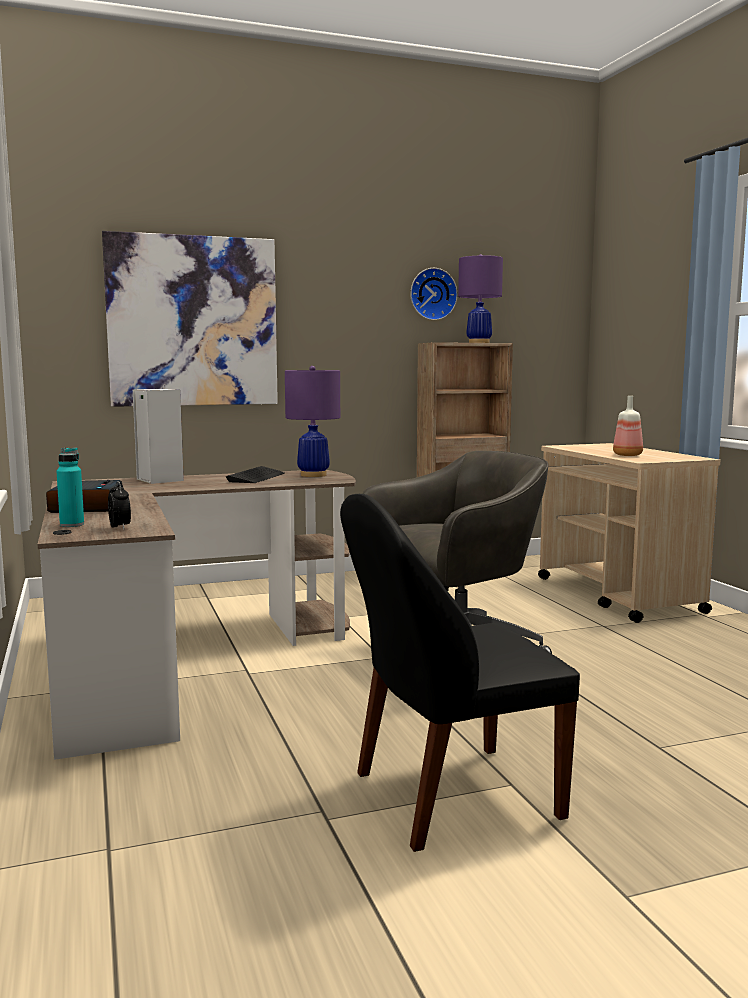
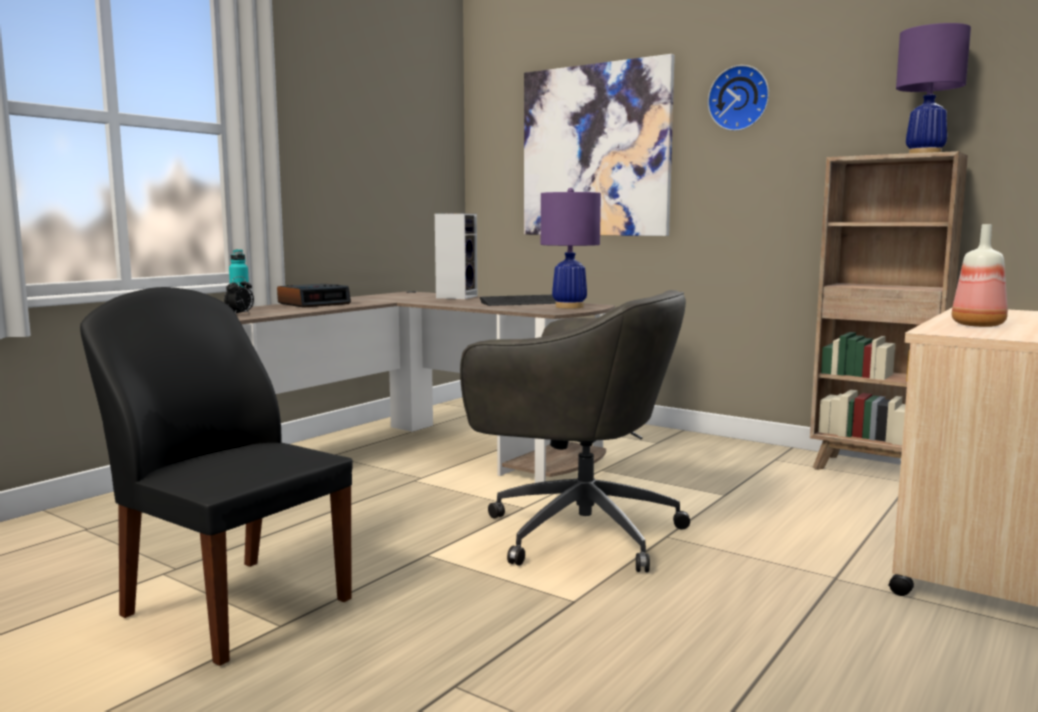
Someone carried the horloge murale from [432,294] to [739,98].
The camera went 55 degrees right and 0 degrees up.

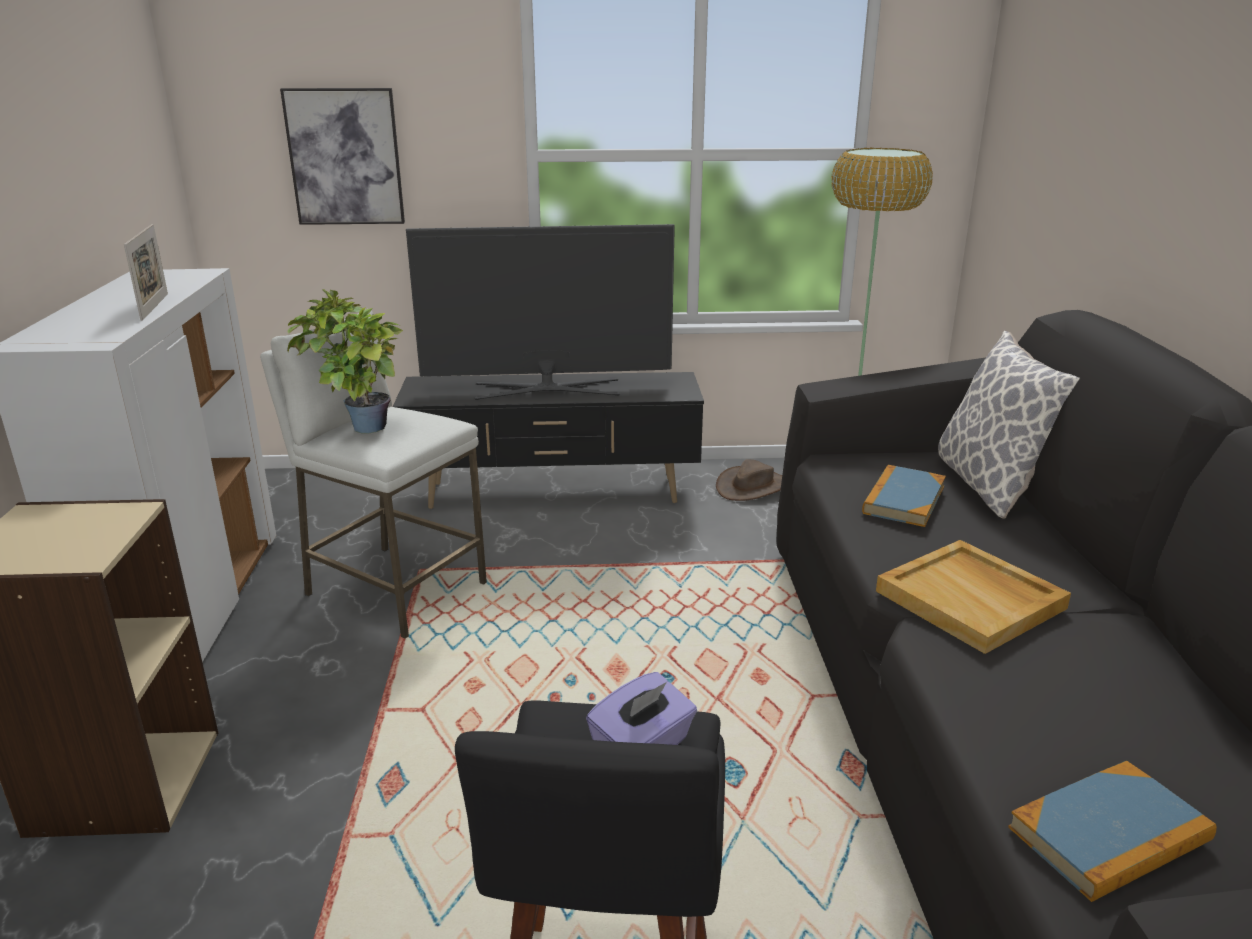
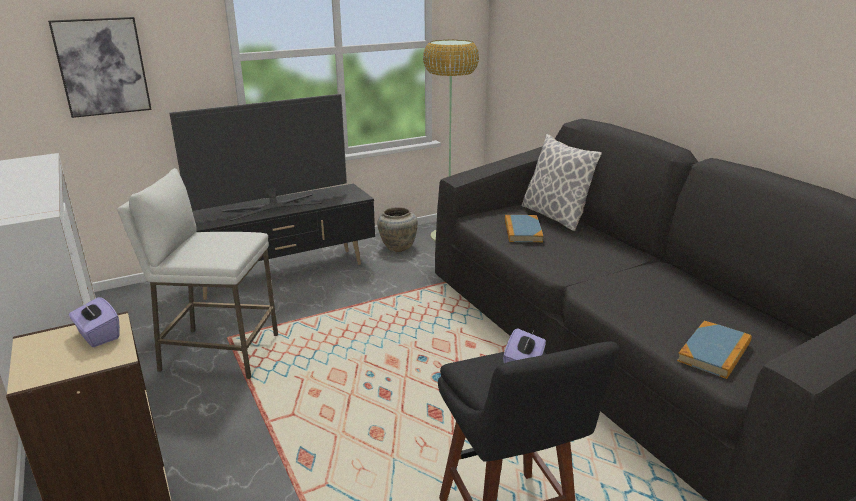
Someone took away the cadre photo at [154,307].
Someone took away the plante en pot at [359,429].
Someone swapped the chapeau [marron] at [752,486] for the vase [beige] at [398,247].
Someone took away the plateau [beige] at [972,600].
Someone put down the boîte à mouchoirs [violet] at [98,335].
The camera went 25 degrees left and 0 degrees up.

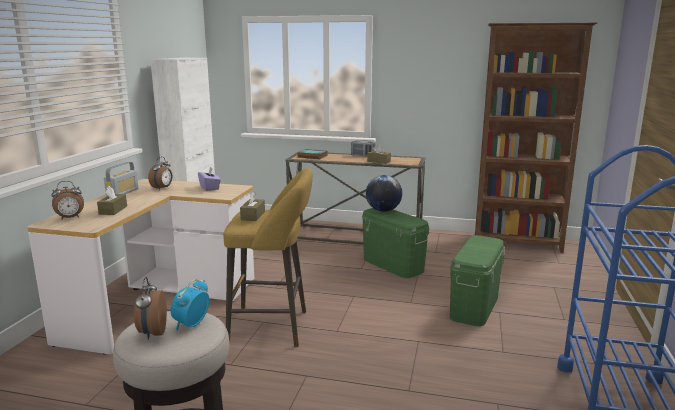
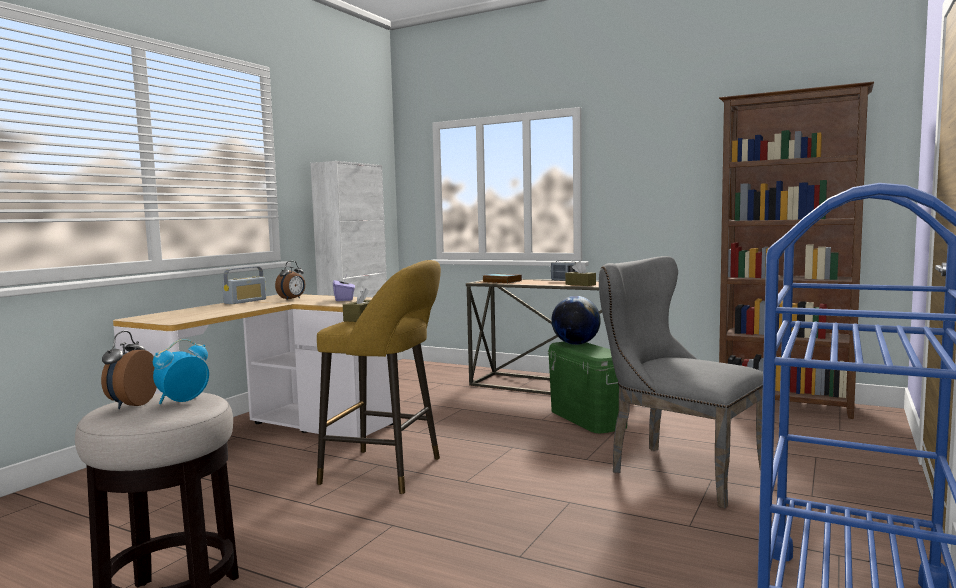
Someone took away the réveil at [70,218].
Someone took away the boîte à mouchoirs [marron] at [113,210].
Someone swapped the boîte de rangement [vert] at [474,306] for the chaise [gris] at [677,470].
The camera went 15 degrees right and 10 degrees down.

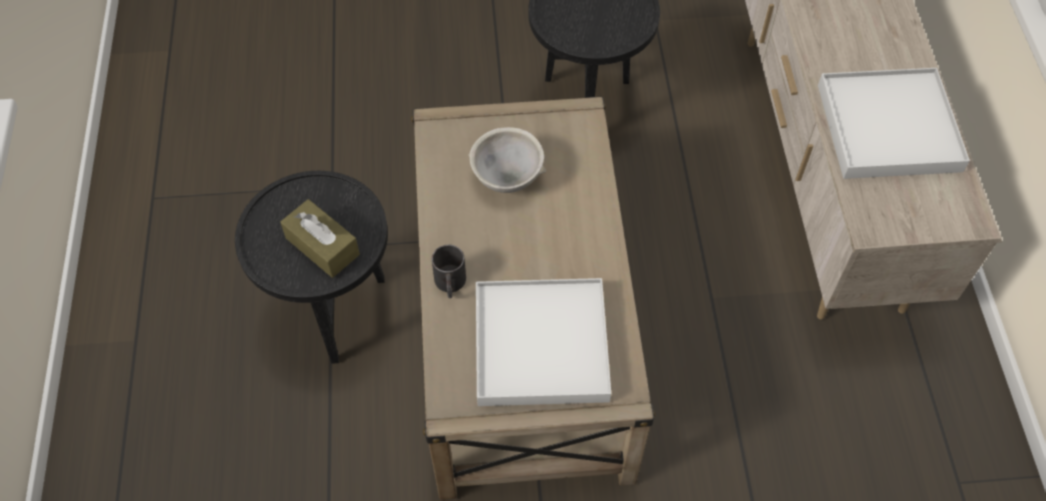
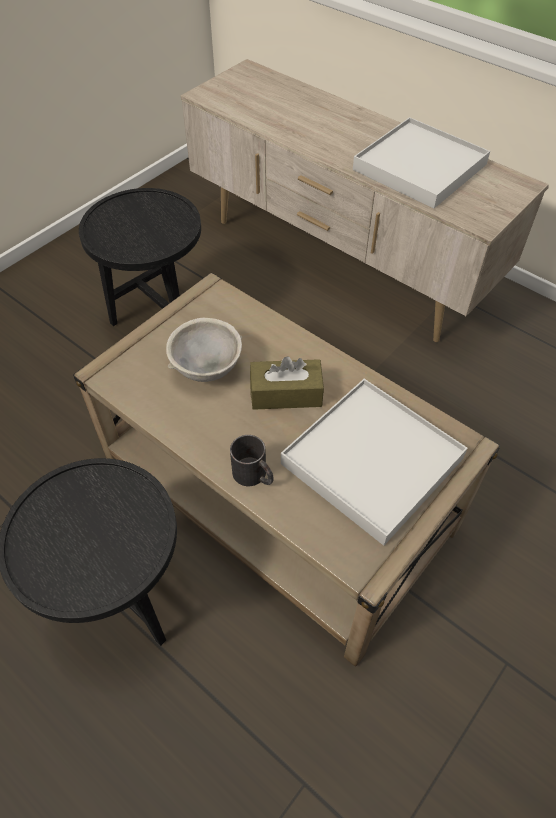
Someone carried the boîte à mouchoirs [marron] from [322,246] to [286,394].
The camera went 45 degrees left and 5 degrees down.

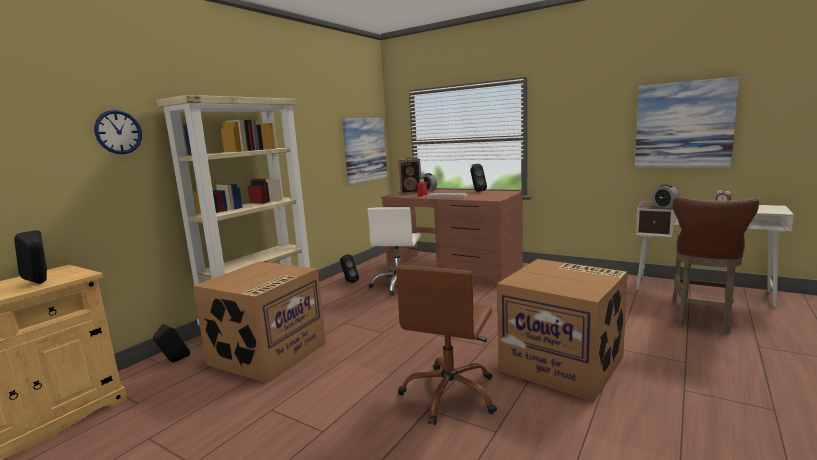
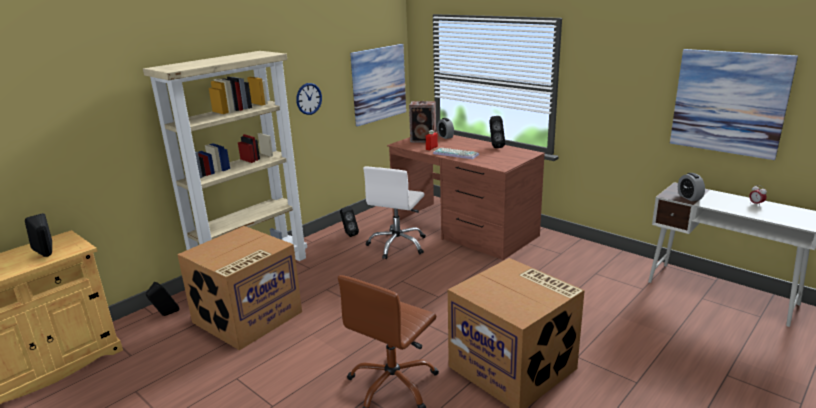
Someone carried the horloge murale from [118,132] to [309,98].
Someone took away the tabouret [marron] at [701,318].
The camera went 10 degrees right and 10 degrees up.

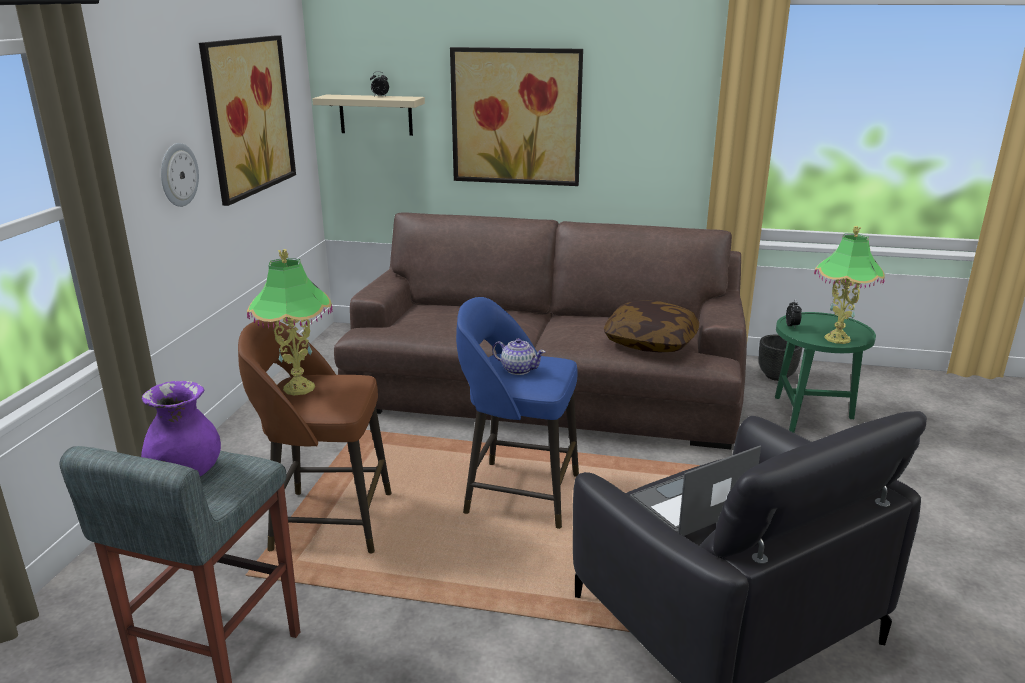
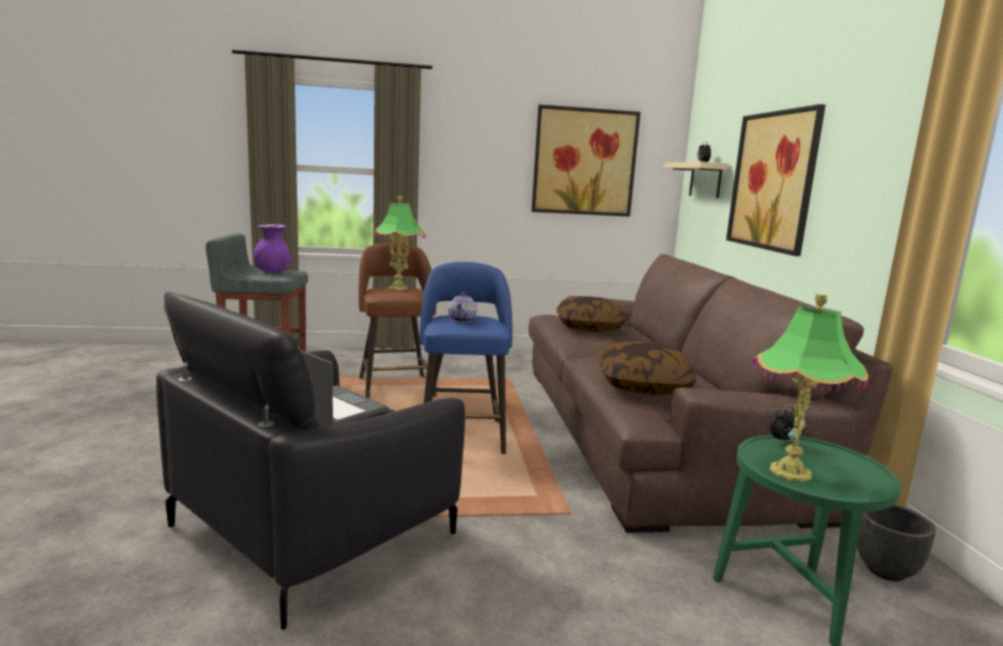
Someone took away the horloge murale at [178,174].
Someone put down the coussin at [589,327].
The camera went 70 degrees right and 10 degrees down.

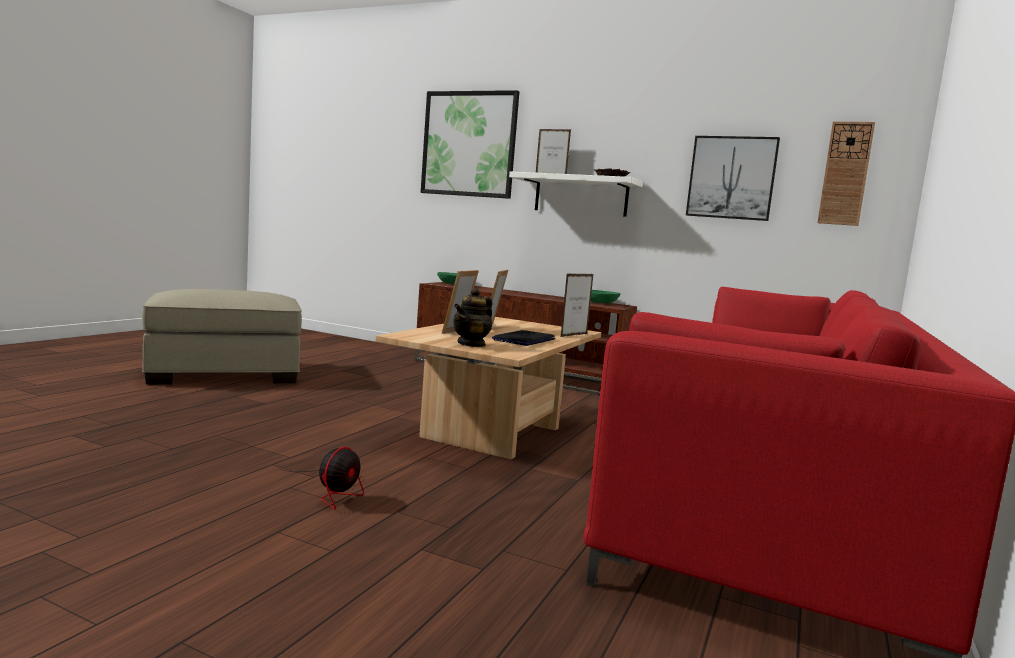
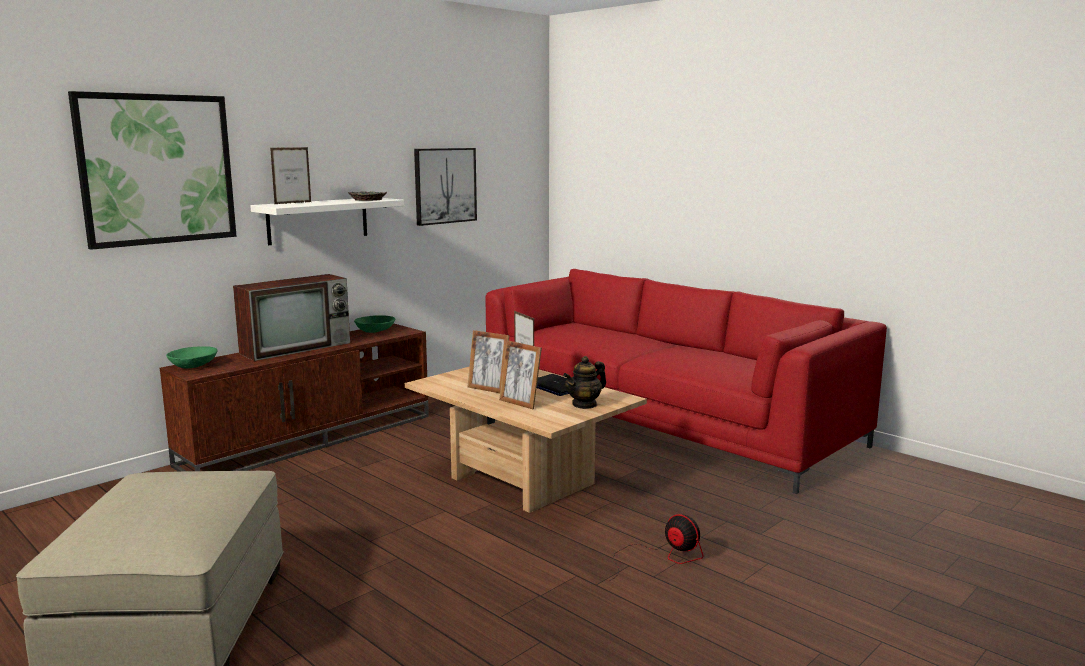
Someone took away the horloge murale at [845,174].
Someone rotated the théière at [471,344] by 90 degrees clockwise.
Someone put down the téléviseur at [297,347].
The camera went 70 degrees left and 5 degrees up.

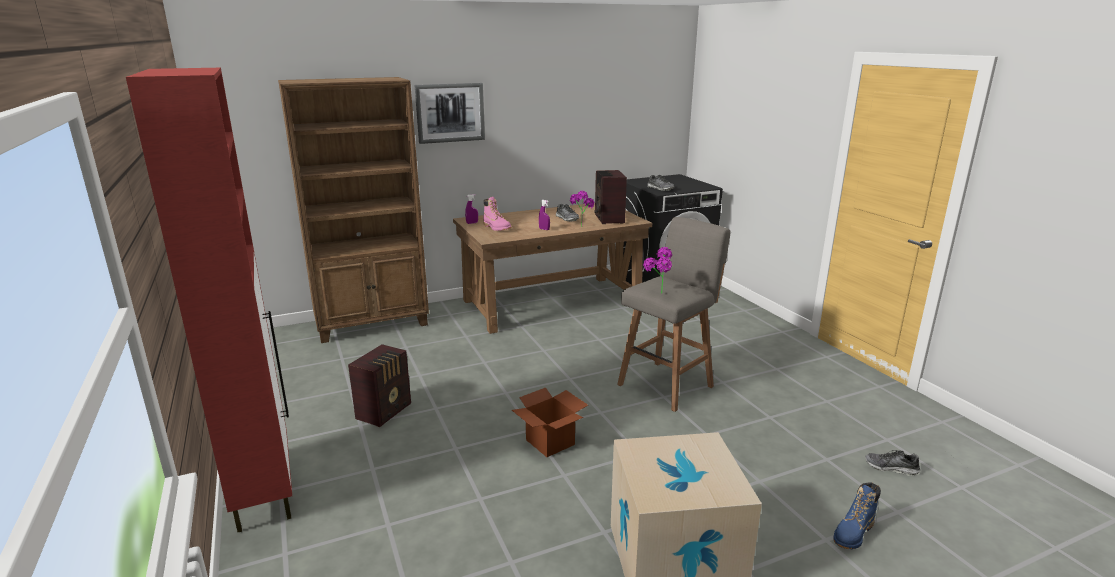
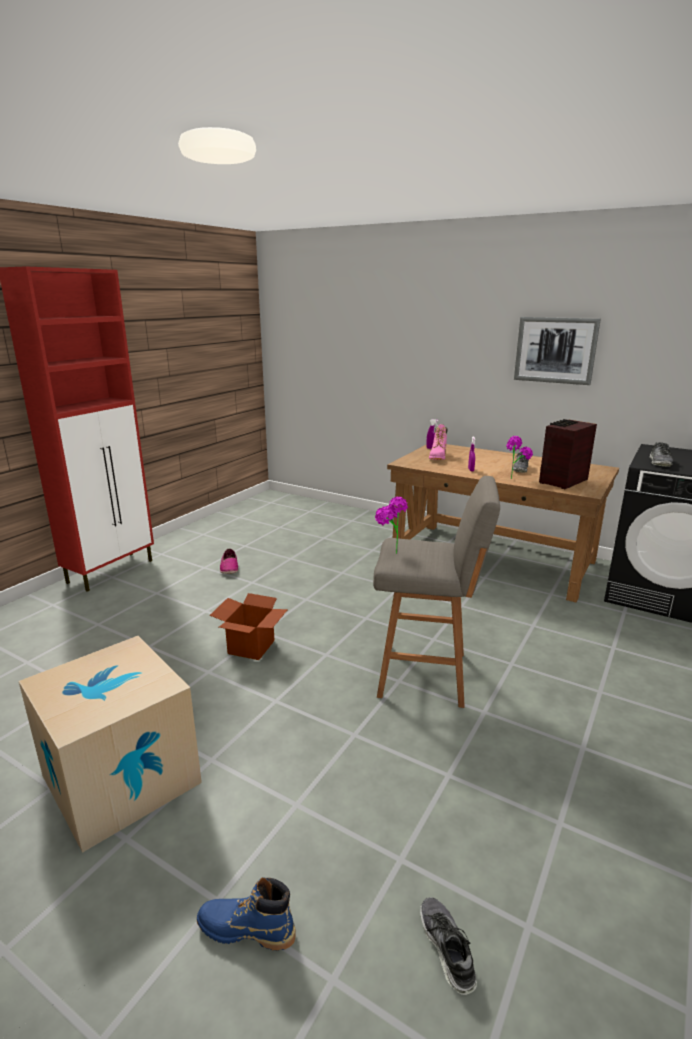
Someone took away the bibliothèque [marron] at [373,324].
Someone carried the tableau from [450,113] to [555,350].
Someone swapped the radio at [385,411] for the chaussure at [229,568].
The camera went 55 degrees right and 0 degrees up.

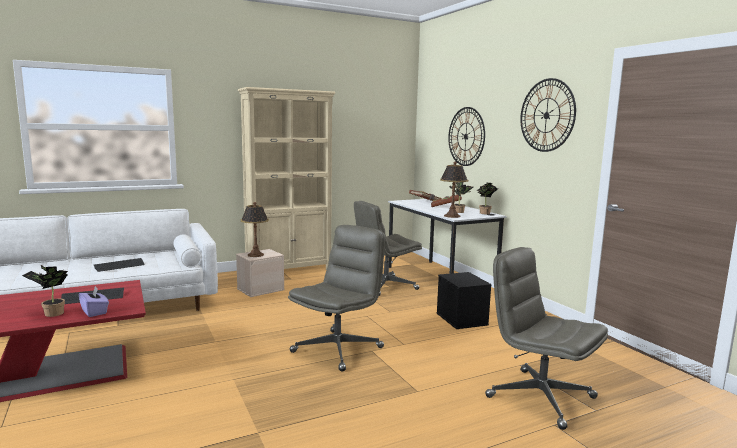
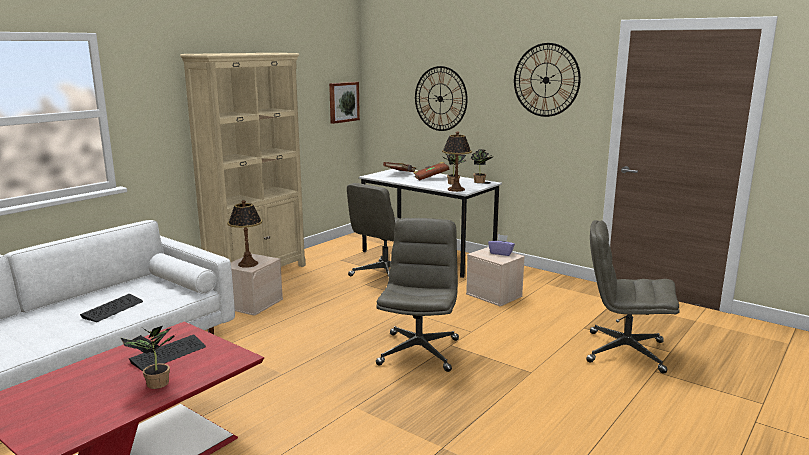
Someone repainted the boîte de rangement [noir] at [462,319], which became the boîte de rangement [beige] at [495,295].
Someone carried the boîte à mouchoirs [violet] from [95,312] to [501,253].
Someone put up the tableau at [343,102].
The camera went 25 degrees left and 5 degrees up.

